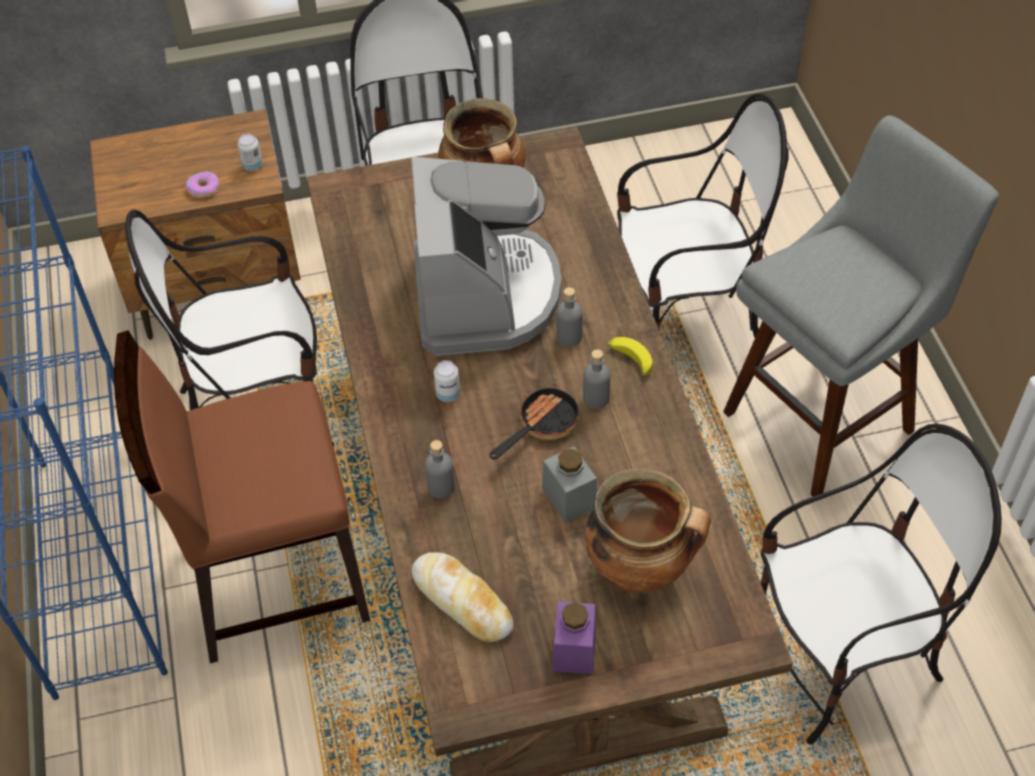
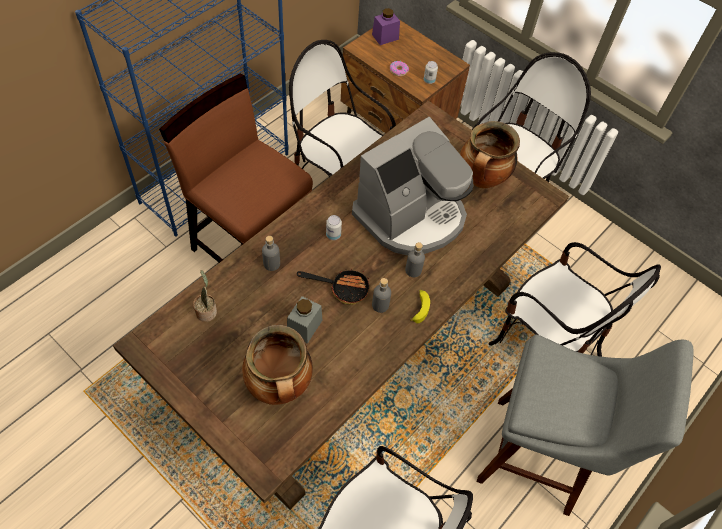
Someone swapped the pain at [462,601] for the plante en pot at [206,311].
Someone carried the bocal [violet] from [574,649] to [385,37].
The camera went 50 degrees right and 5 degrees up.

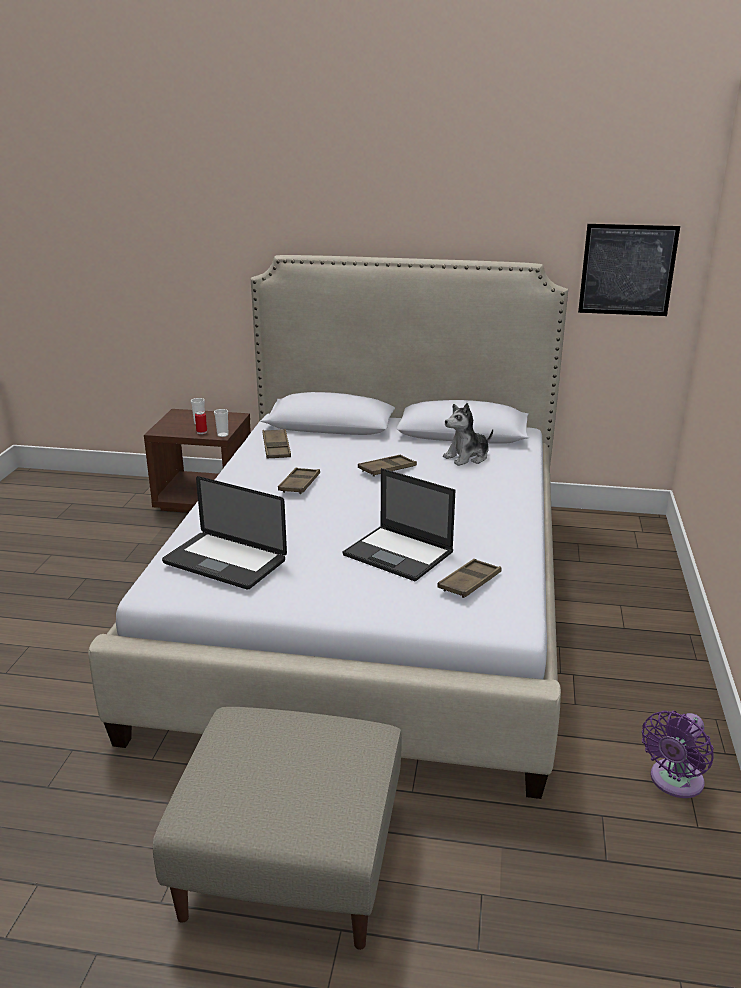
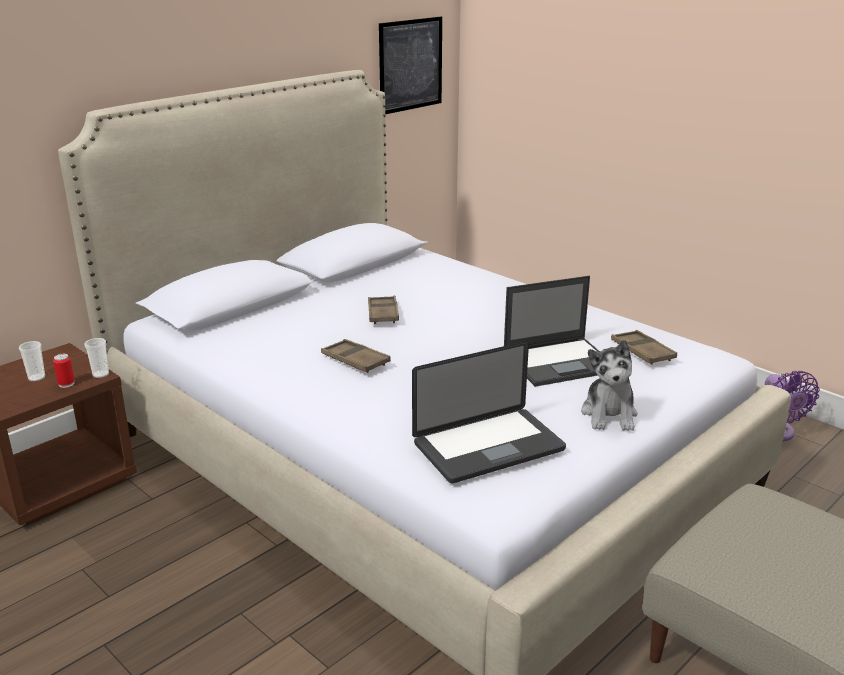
Someone carried the peluche from [467,457] to [609,414].
Someone took away the plateau [marron] at [276,448].
The camera went 55 degrees left and 0 degrees up.

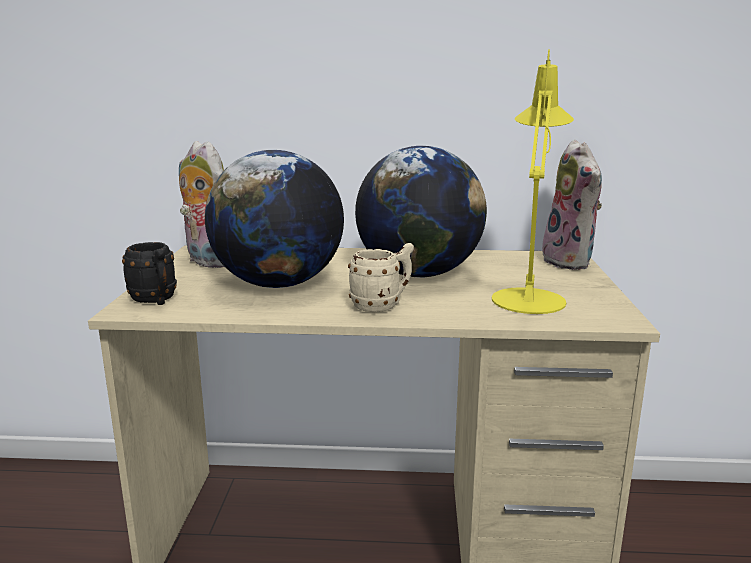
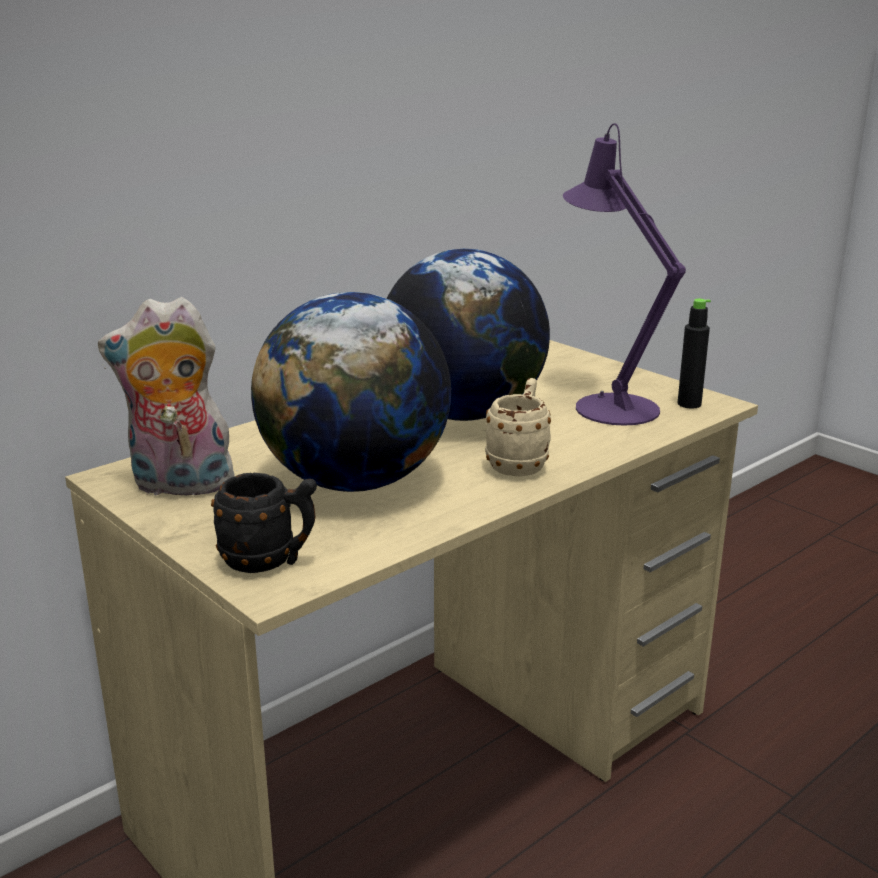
Someone repainted the lampe de table [jaune] at [529,297], which became the lampe de table [violet] at [609,405].
Someone took away the peluche at [571,262].
Someone put down the bouteille [noir] at [689,404].
The camera went 45 degrees left and 5 degrees up.

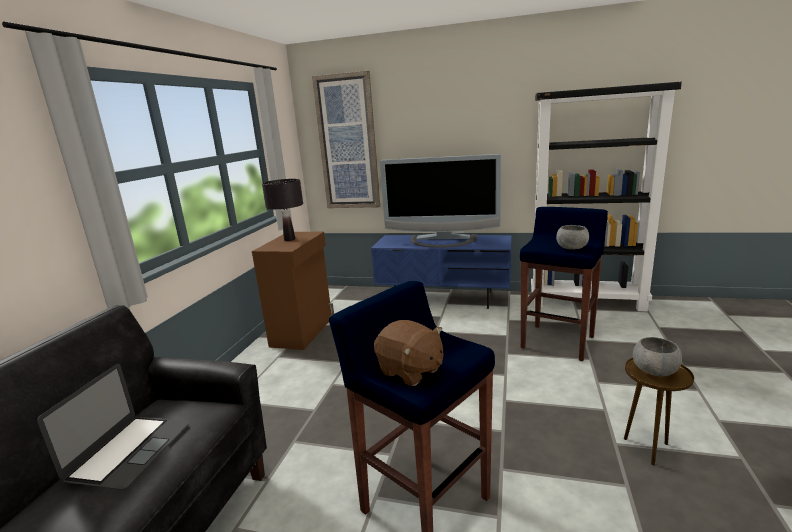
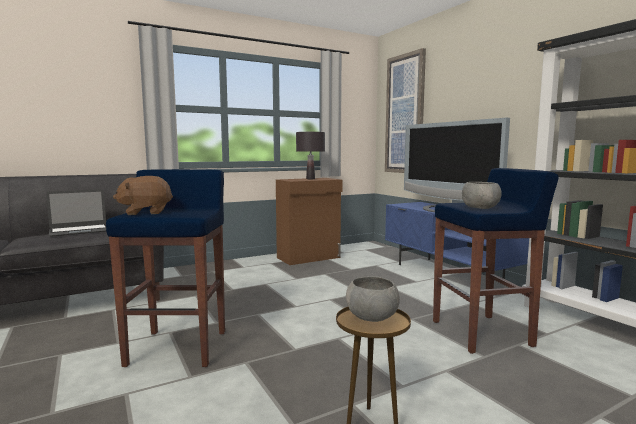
Someone rotated the peluche [marron] at [410,371] by 75 degrees clockwise.
The camera went 45 degrees right and 10 degrees down.

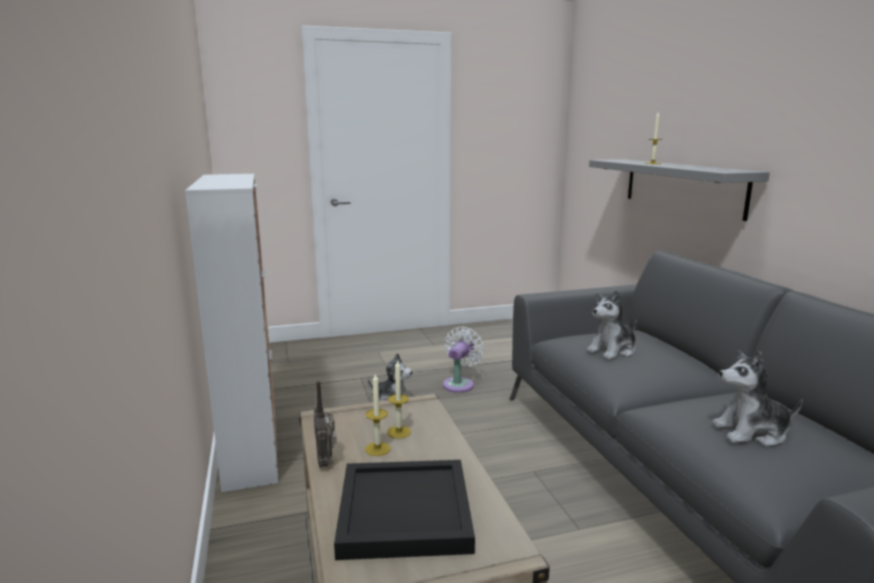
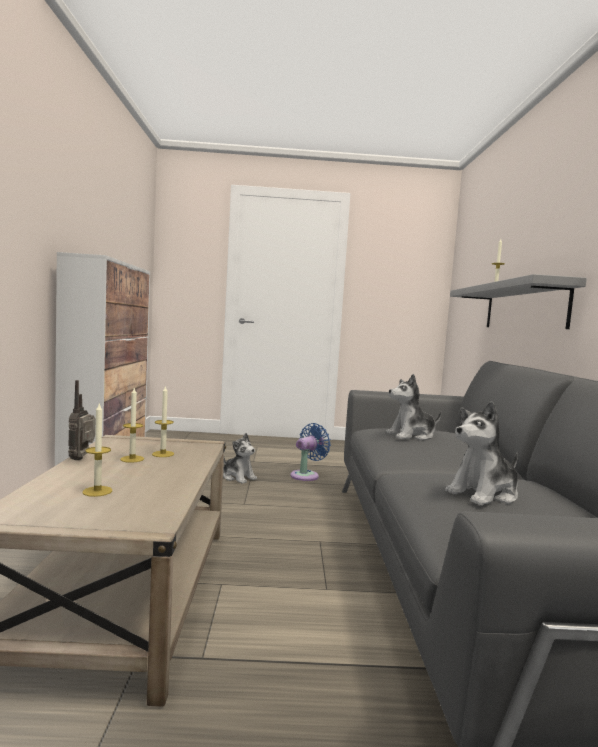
Someone repainted the ventilateur [blanc] at [459,384], which became the ventilateur [bleu] at [306,475].
Someone rotated the peluche at [752,432] by 45 degrees counterclockwise.
Someone swapped the plateau [noir] at [403,513] for the bougie at [97,491].
The camera went 15 degrees right and 10 degrees down.

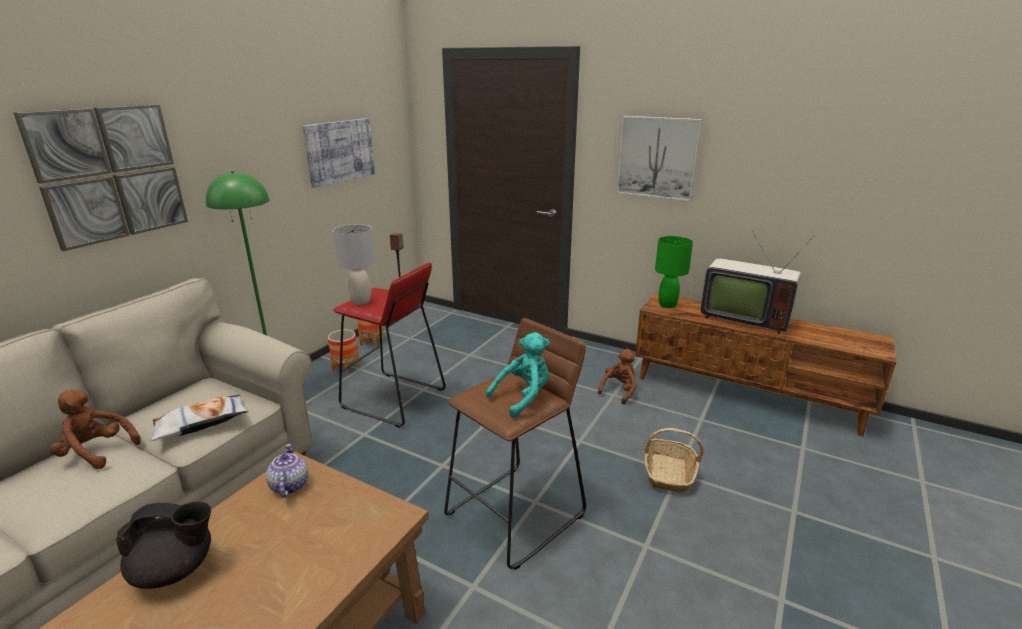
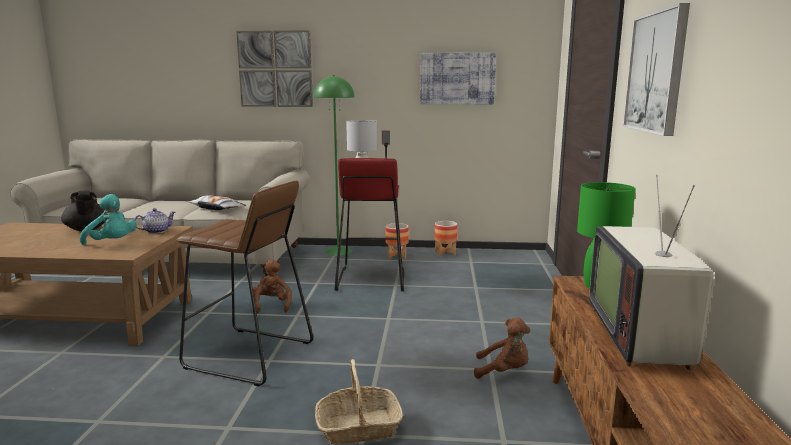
Someone carried the peluche [turquoise] from [523,397] to [112,243].
Someone carried the peluche [marron] from [96,452] to [272,305].
The camera went 65 degrees right and 10 degrees down.

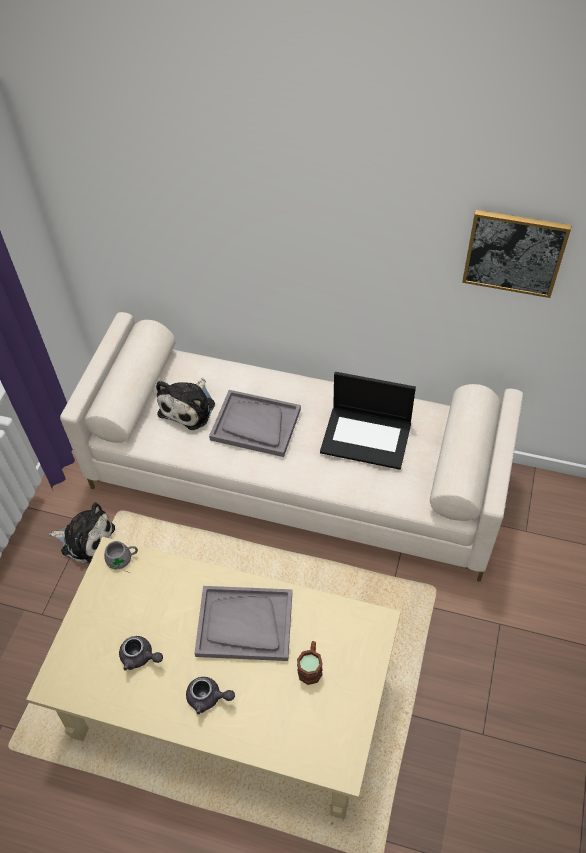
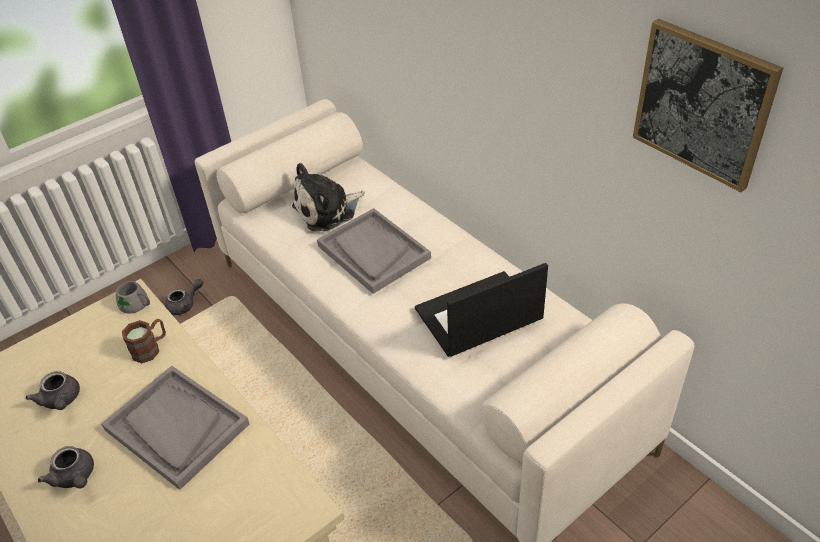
Someone rotated the ordinateur portable at [367,437] by 105 degrees clockwise.
Someone swapped the peluche at [85,538] for the théière [gris] at [185,305].
Someone carried the mug [marron] from [311,666] to [150,348].
The camera went 35 degrees right and 10 degrees down.

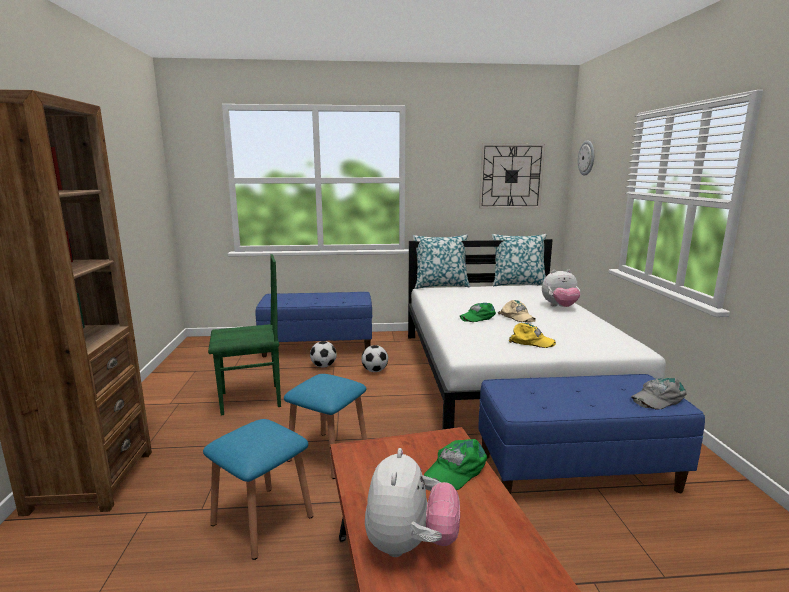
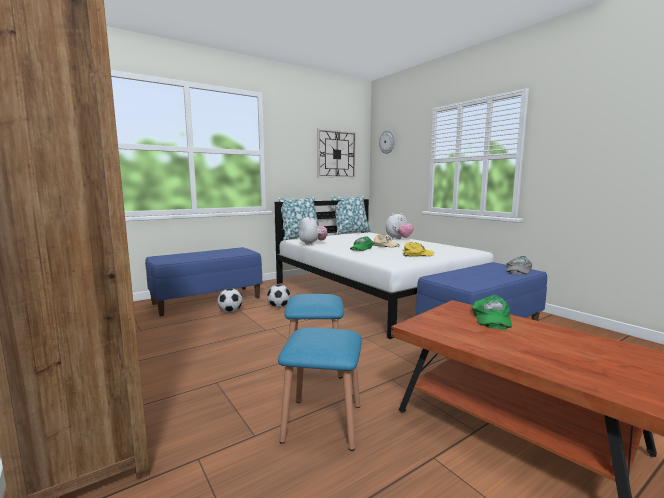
Someone took away the chaise [vert] at [251,400].
Someone carried the peluche from [410,544] to [312,244].
The camera went 30 degrees left and 5 degrees down.

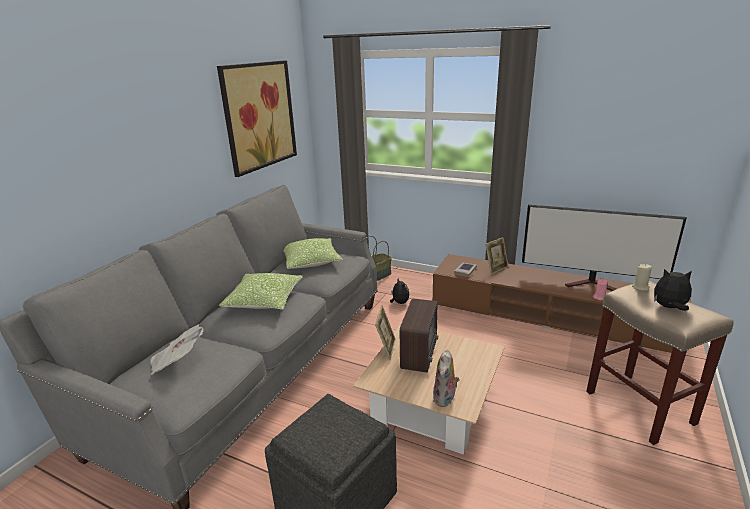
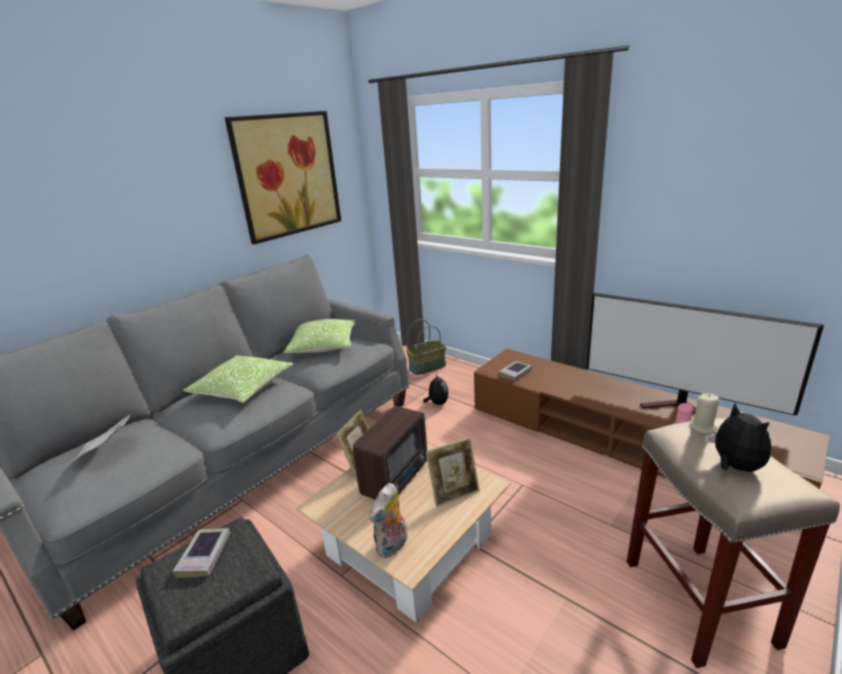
Someone carried the cadre photo from [496,268] to [454,493].
Someone rotated the peluche at [669,307] by 45 degrees clockwise.
Someone put down the livre at [204,555].
The camera went 15 degrees right and 0 degrees up.

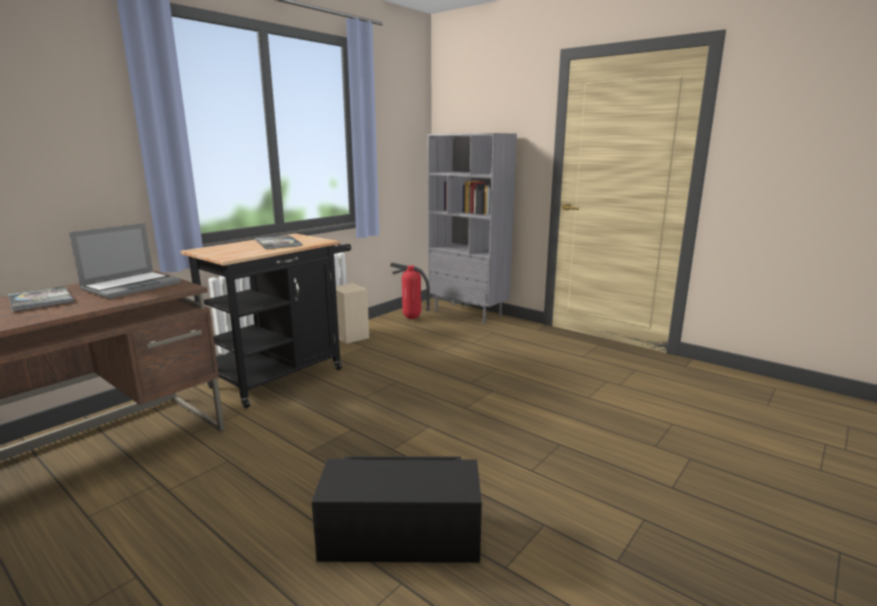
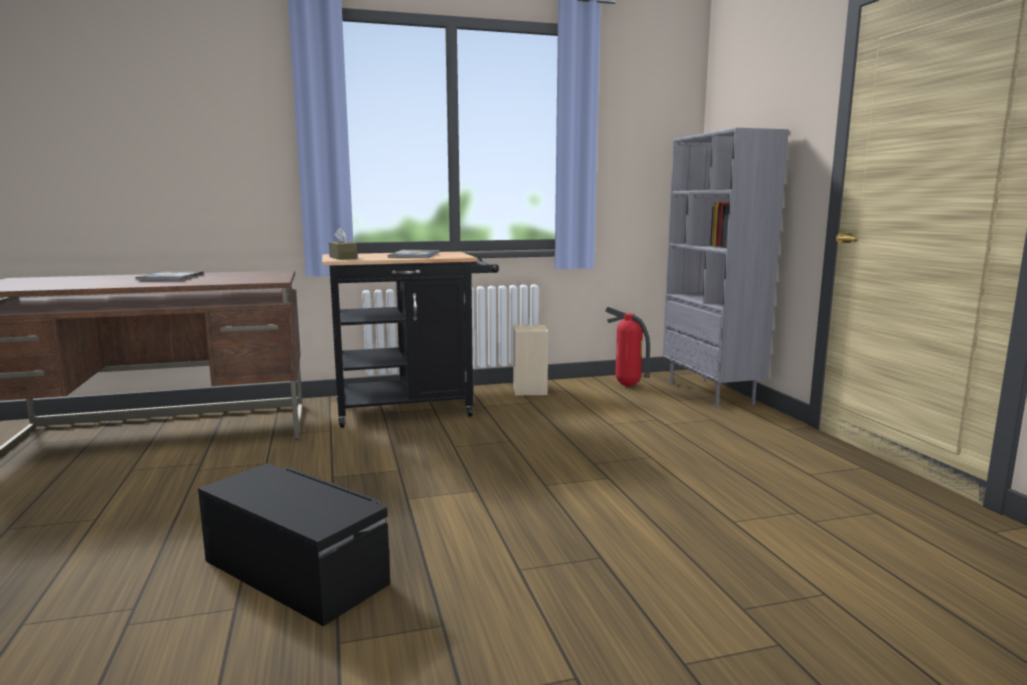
Someone took away the ordinateur portable at [132,286].
Someone put down the boîte à mouchoirs [marron] at [343,258].
The camera went 35 degrees right and 5 degrees down.

